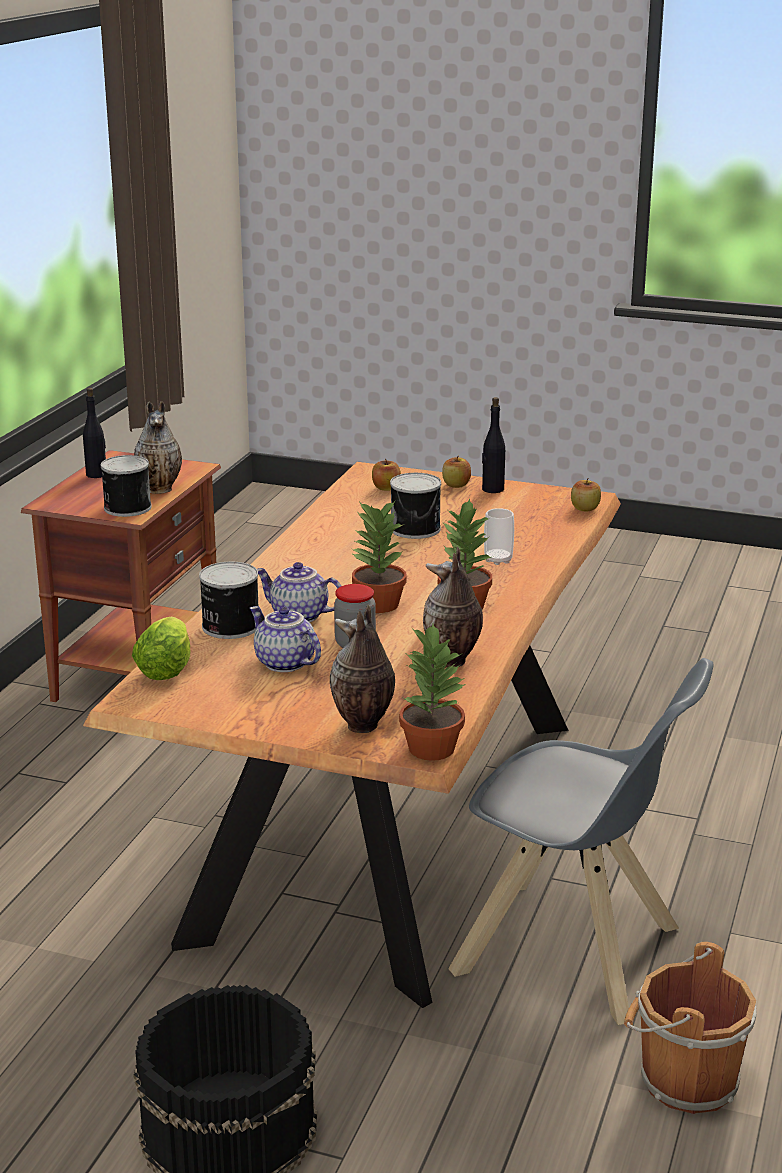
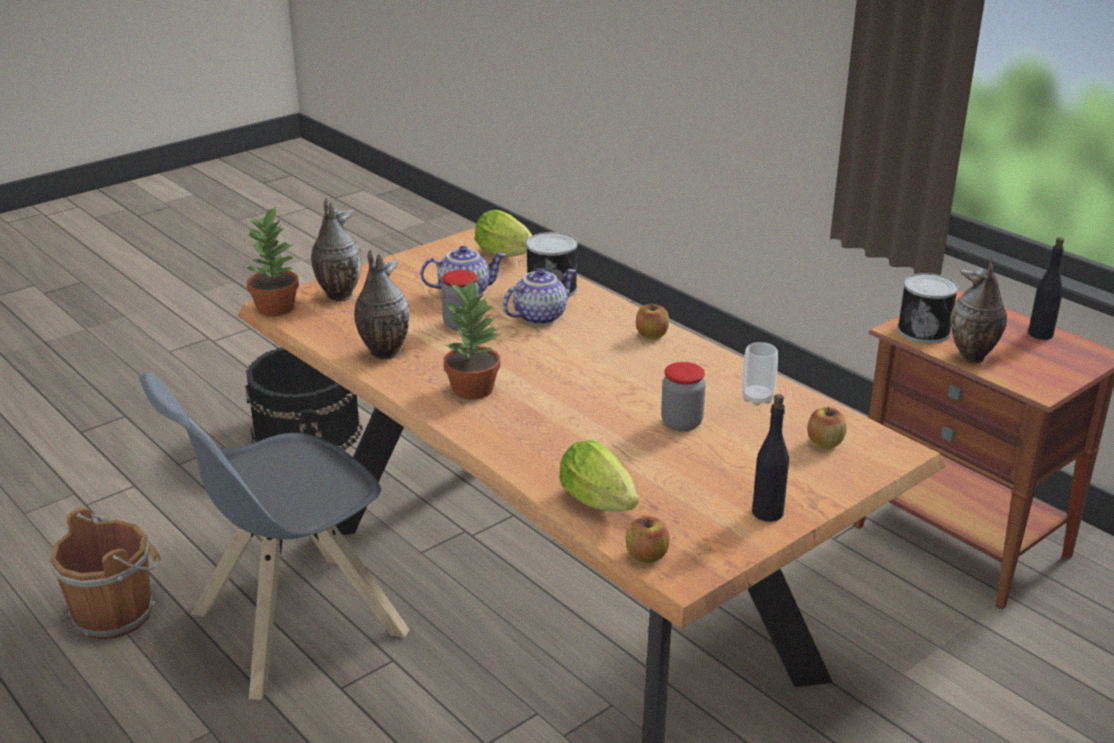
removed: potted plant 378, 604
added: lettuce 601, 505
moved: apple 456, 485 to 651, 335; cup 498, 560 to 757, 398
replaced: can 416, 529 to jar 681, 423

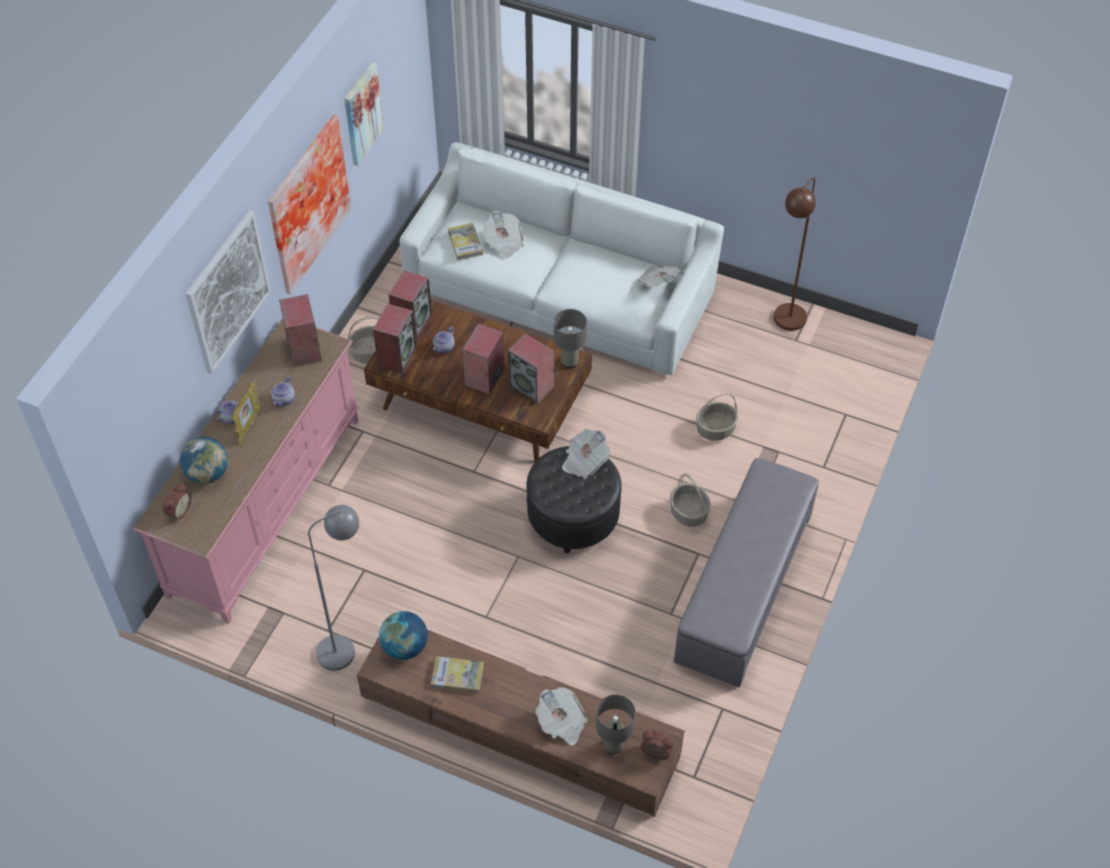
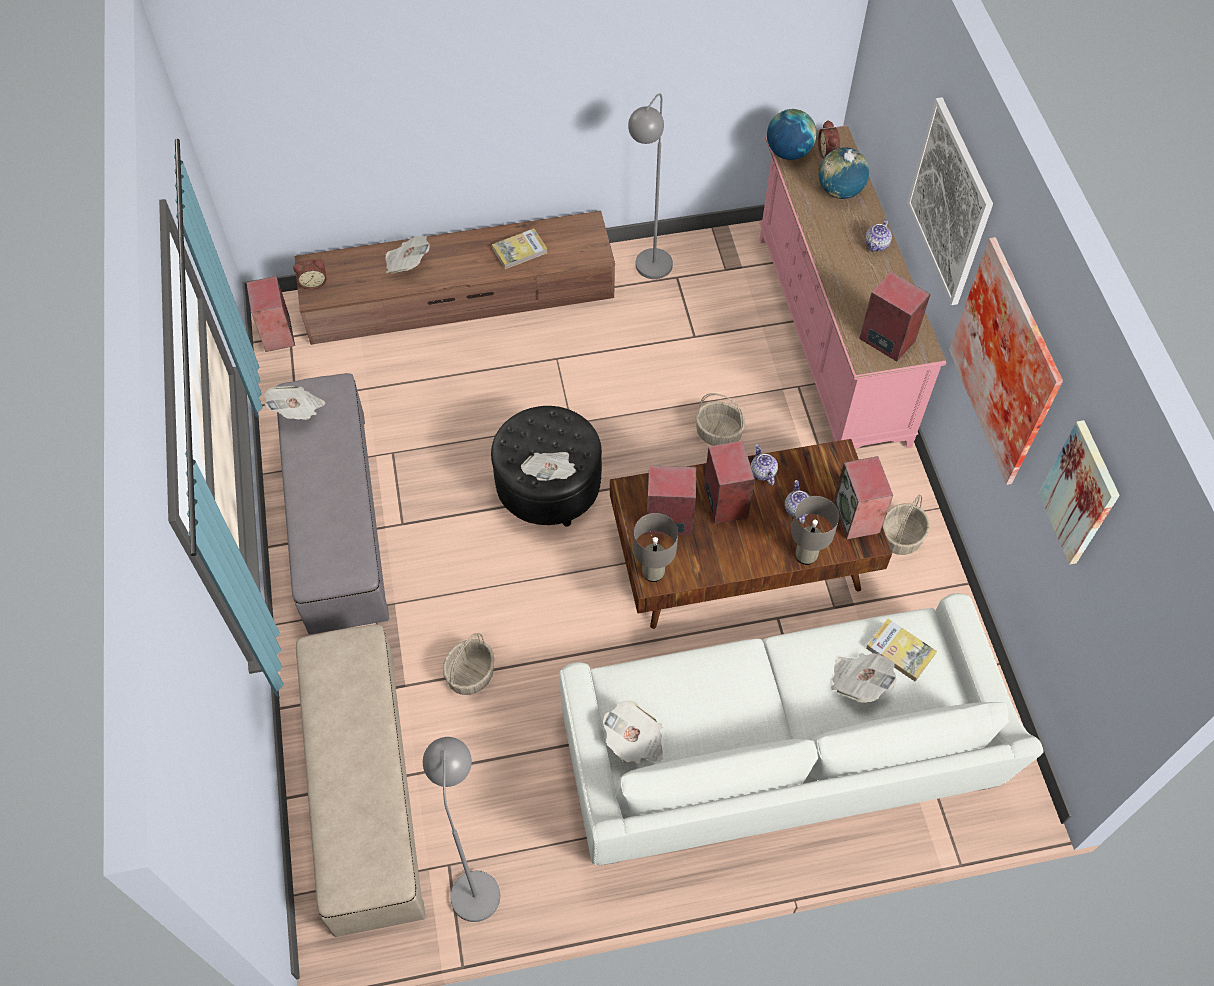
removed: picture frame 249, 426
added: newspaper 297, 410; bench (beige) 364, 787
moved: teapot 284, 399 to 762, 472; speaker 397, 356 to 278, 334; globe 405, 647 to 788, 152; table lamp (grey) 613, 745 to 806, 556; basket 689, 513 to 718, 433
recoloured: floor lamp (brown) 785, 325 to floor lamp (grey) 475, 881

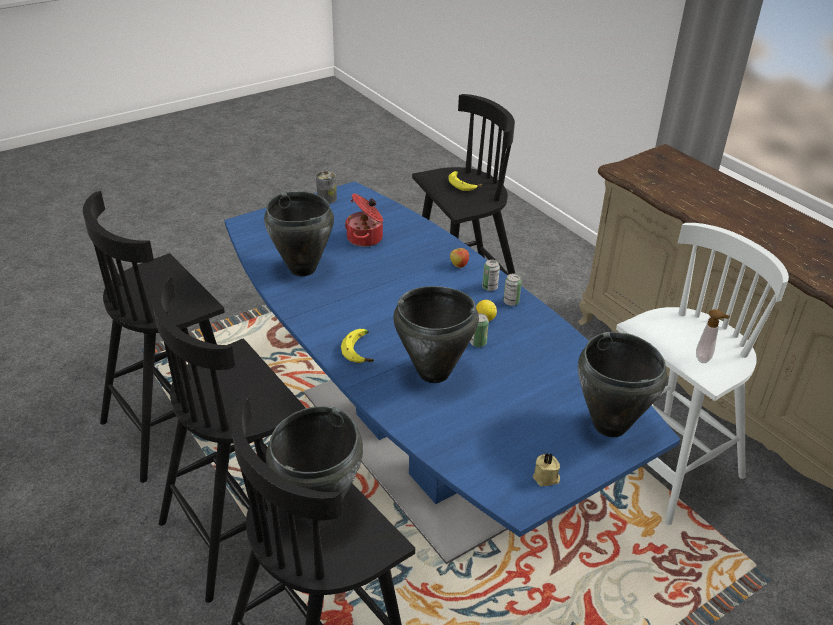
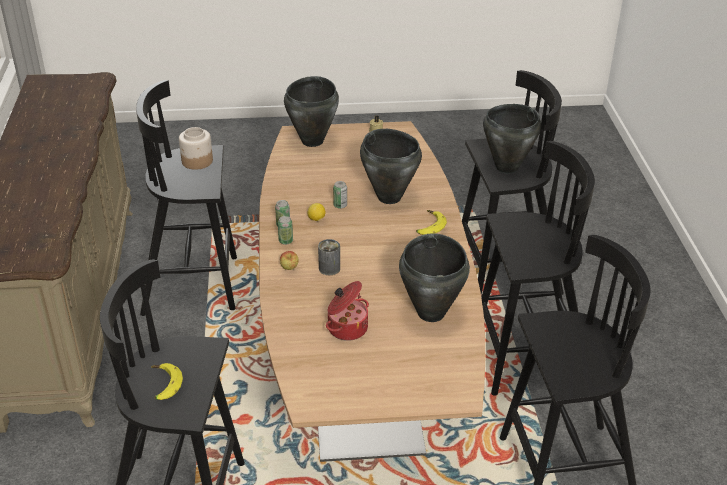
moved: can 327, 199 to 329, 268
replaced: soap dispenser 704, 359 to jar 197, 161
recoloured: dining table (blue) 413, 450 to dining table (brown) 362, 366; stool (white) 663, 469 to stool (black) 195, 285

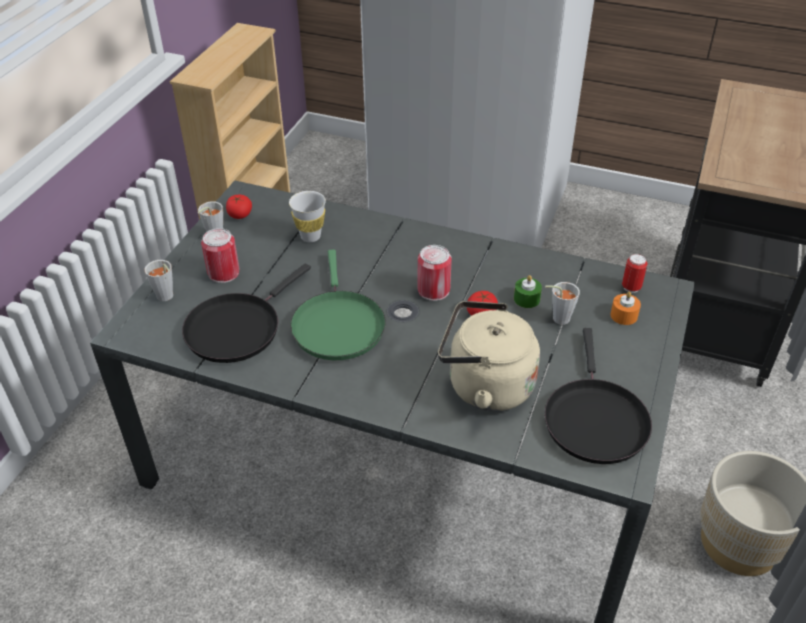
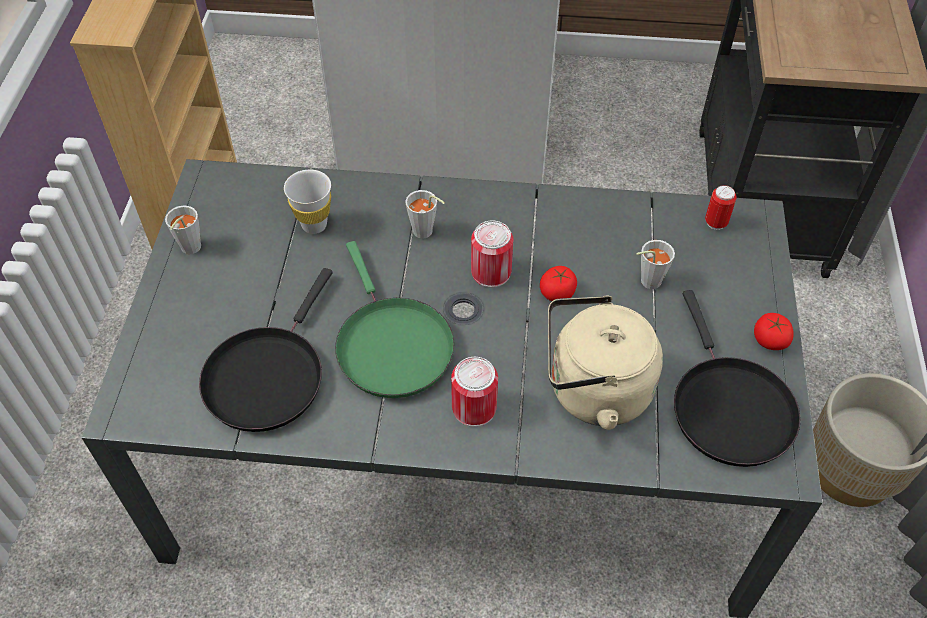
removed: candle (green) 526, 299; candle (orange) 624, 315
moved: cup (grey) 166, 298 to 426, 233; can 223, 272 to 474, 408; tomato 240, 214 to 770, 340

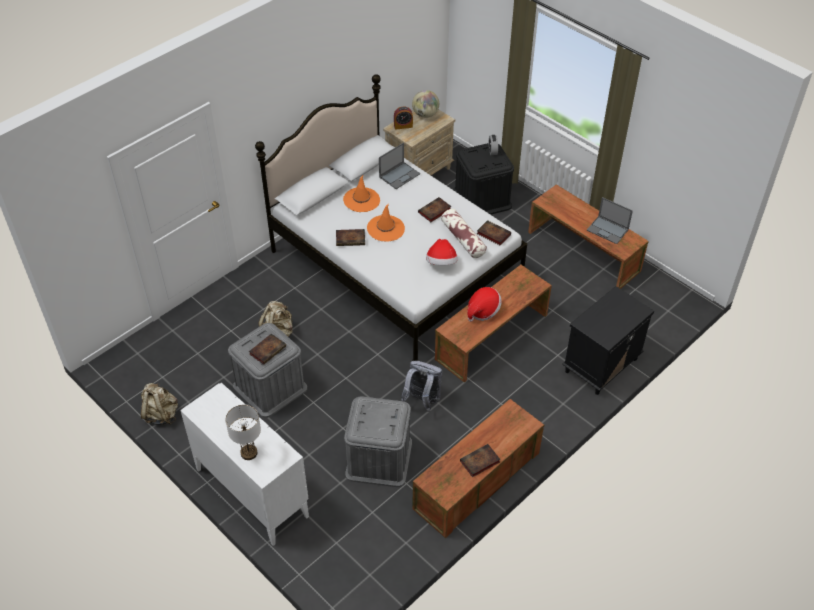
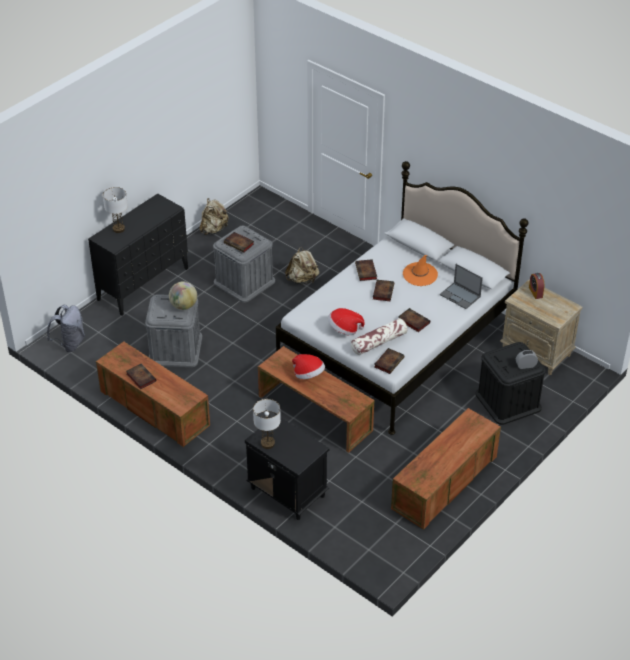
removed: laptop 608, 230
added: table lamp 267, 443
moved: backpack (grey) 422, 400 to 70, 344; globe 425, 114 to 183, 306
replaced: hat (orange) 386, 228 to book 383, 291
recoloured: dresser (white) 252, 491 to dresser (black) 144, 284

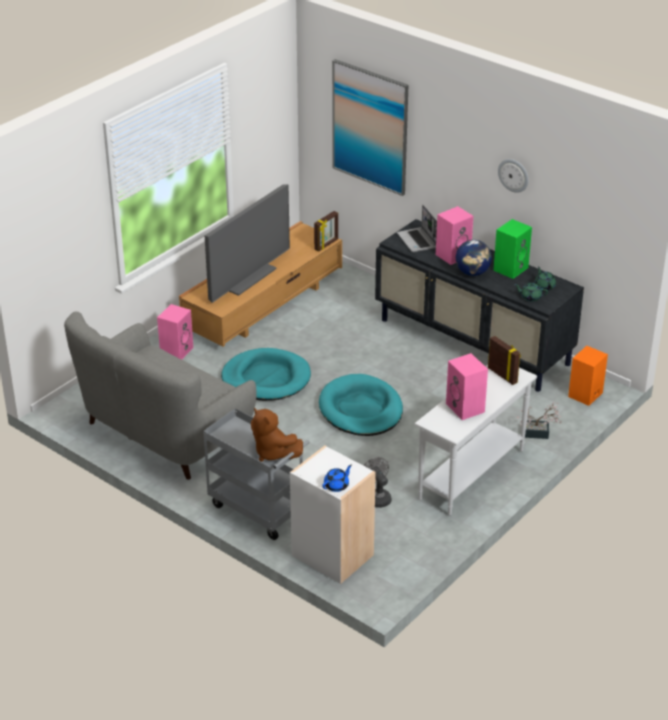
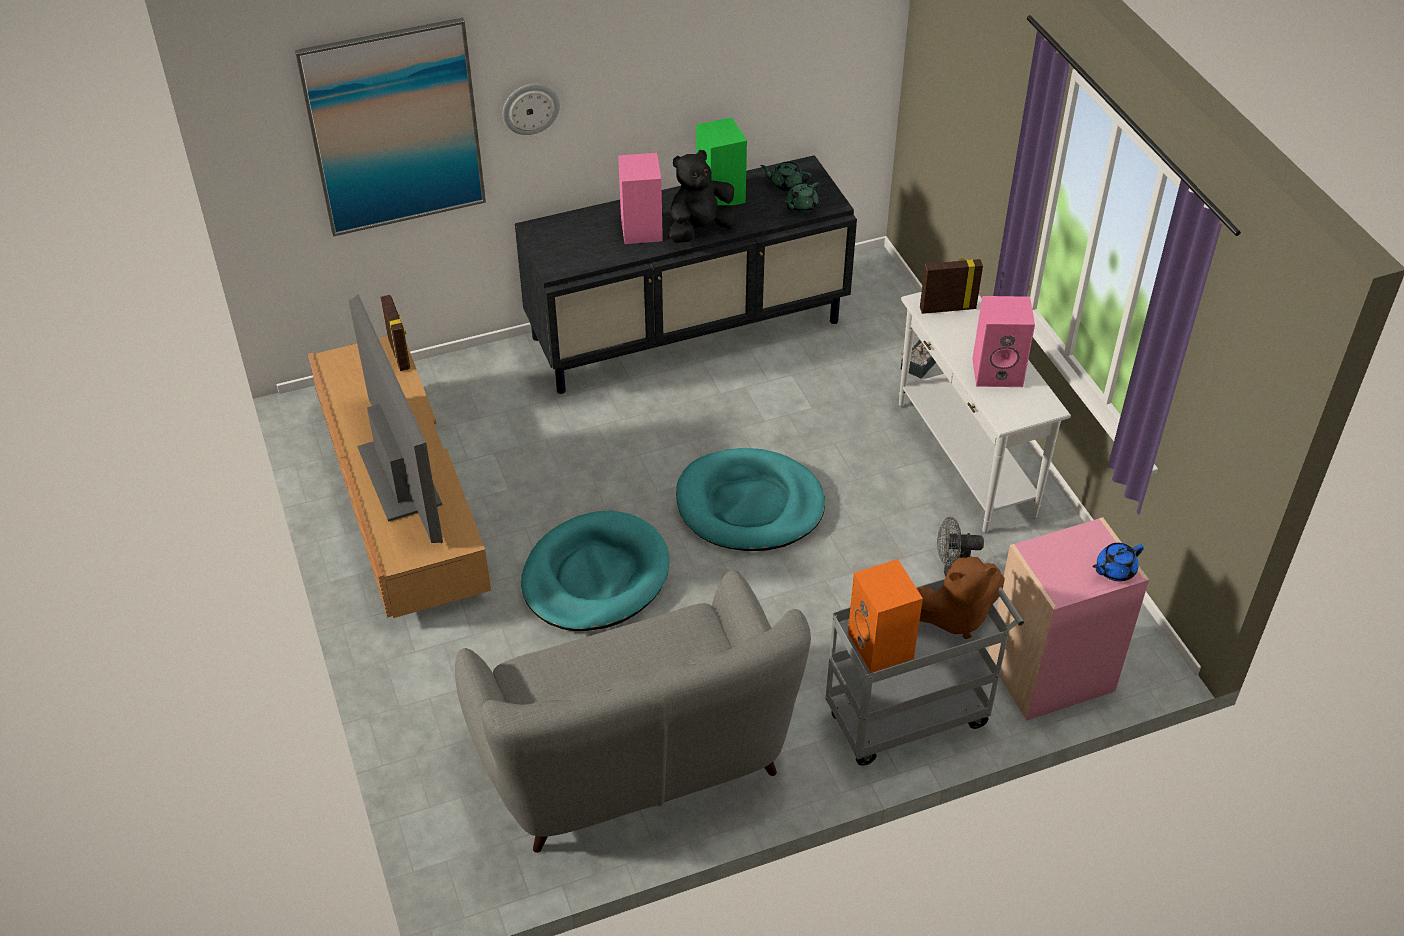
removed: speaker (pink) 176, 351; laptop 418, 241
moved: wall clock 513, 175 to 530, 108; speaker (orange) 585, 395 to 882, 647
replaced: globe 472, 273 to plush toy (black) 700, 230
recoloured: bookcase (white) 331, 555 to bookcase (pink) 1050, 675
turned: teapot (blue) 337, 485 = 1114, 570 105 degrees counterclockwise

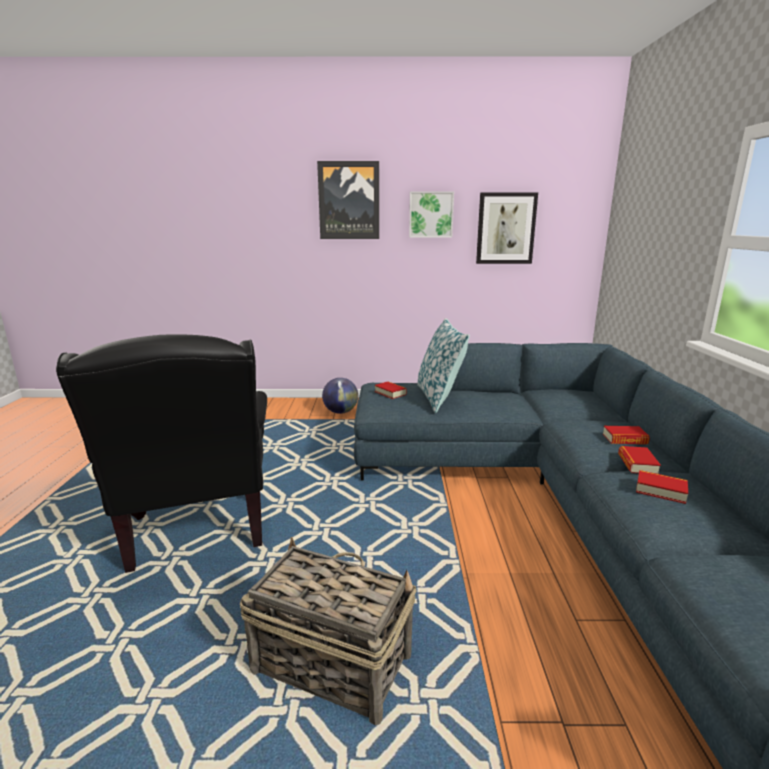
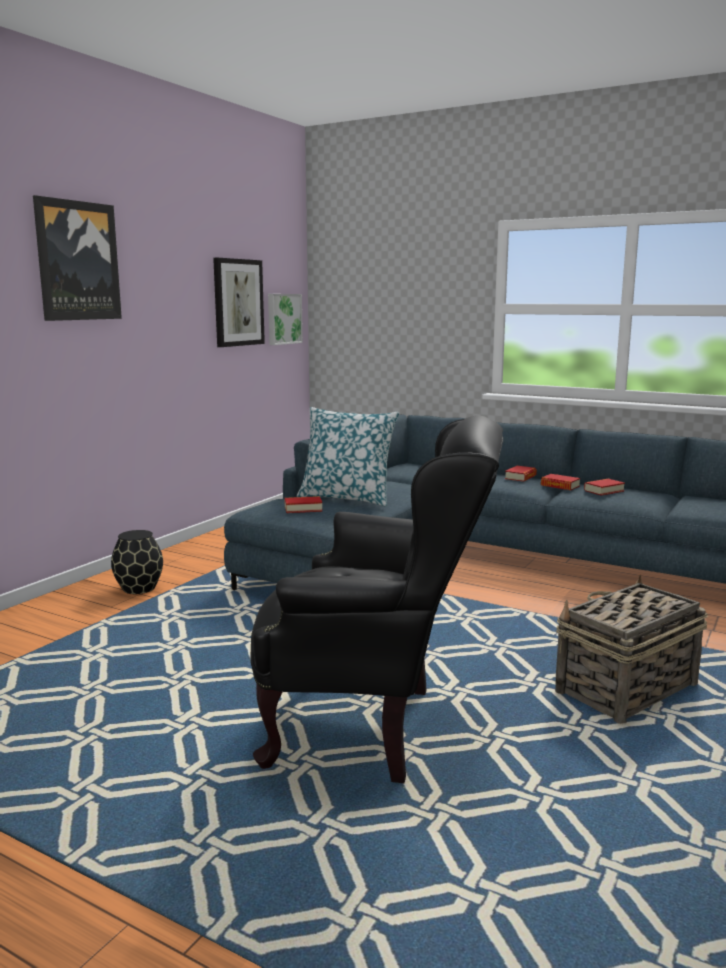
moved: picture 431, 214 to 283, 319
replaced: globe 340, 412 to vase (black) 138, 588

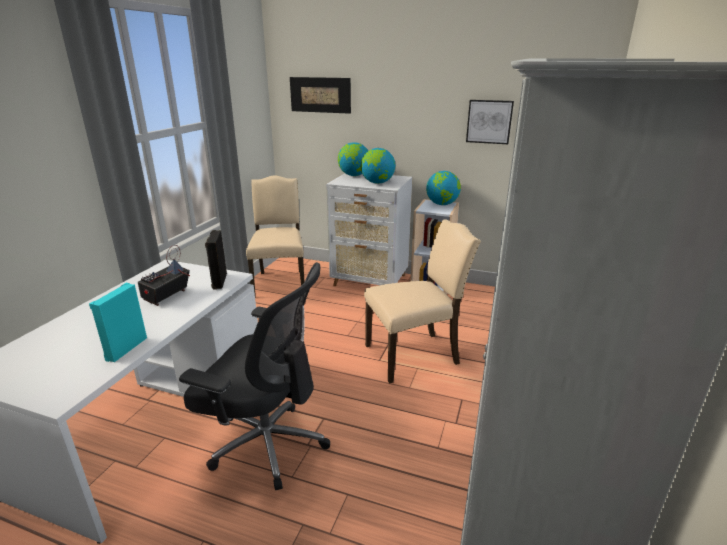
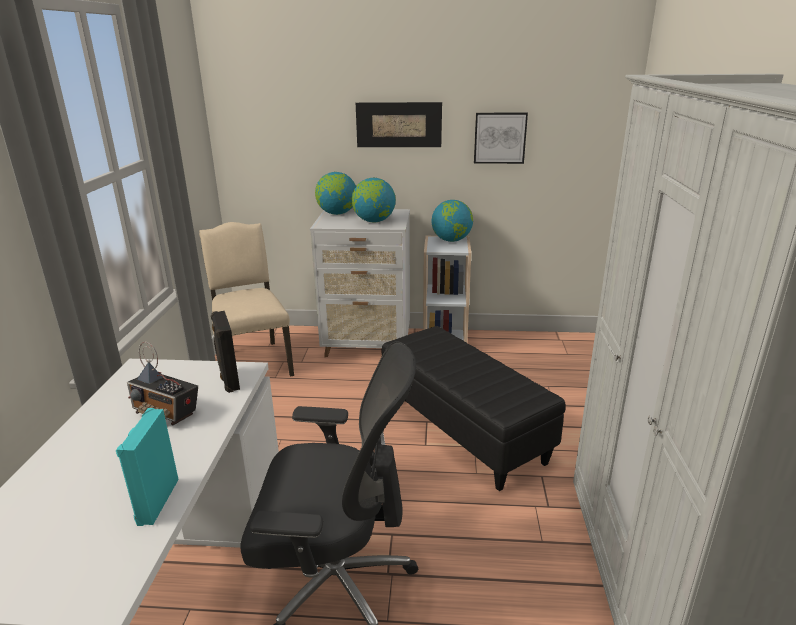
moved: picture 320, 95 to 399, 125
replaced: chair (beige) 414, 355 to ottoman (black) 464, 431
turned: radio 166, 296 = 167, 413 75 degrees counterclockwise

